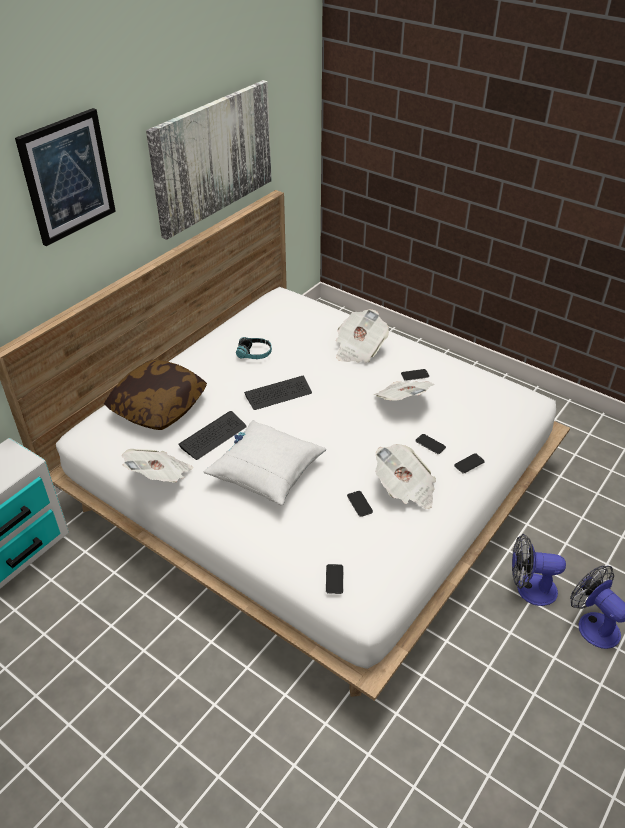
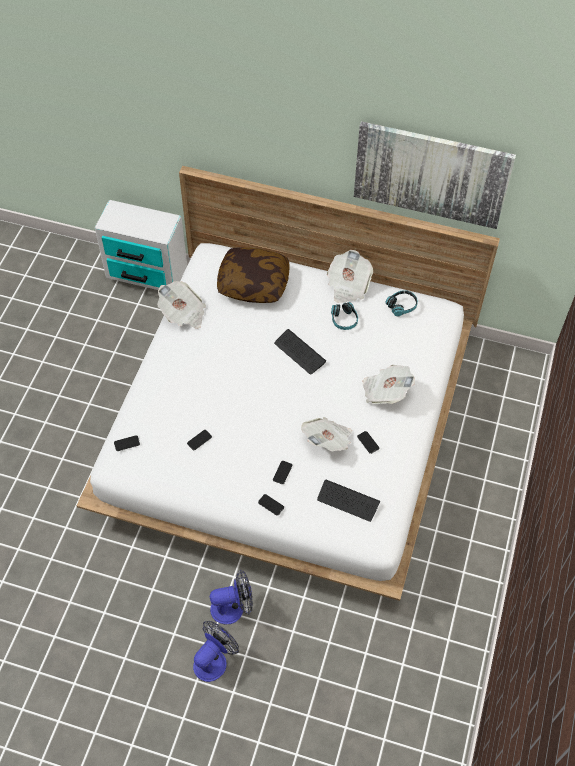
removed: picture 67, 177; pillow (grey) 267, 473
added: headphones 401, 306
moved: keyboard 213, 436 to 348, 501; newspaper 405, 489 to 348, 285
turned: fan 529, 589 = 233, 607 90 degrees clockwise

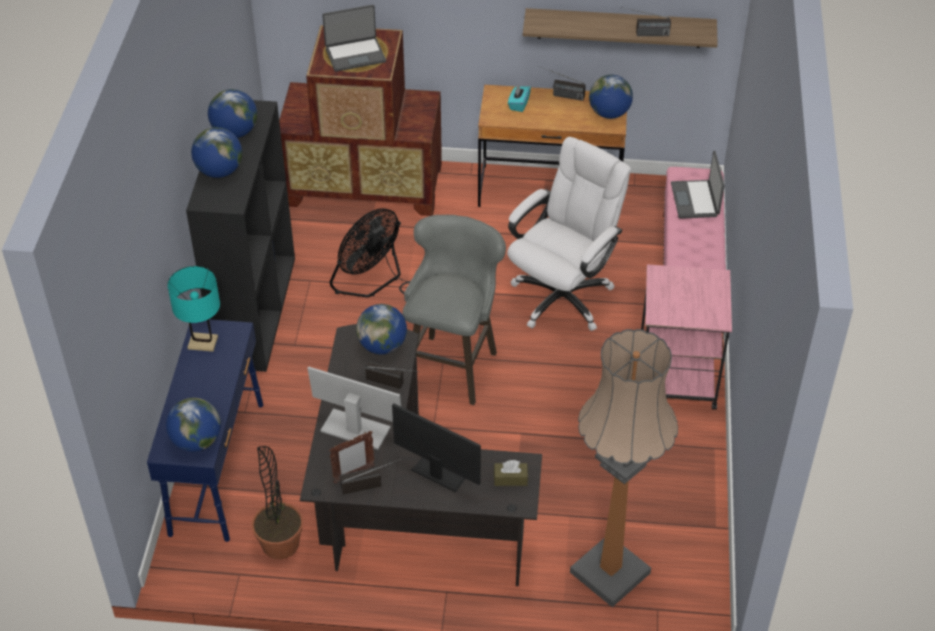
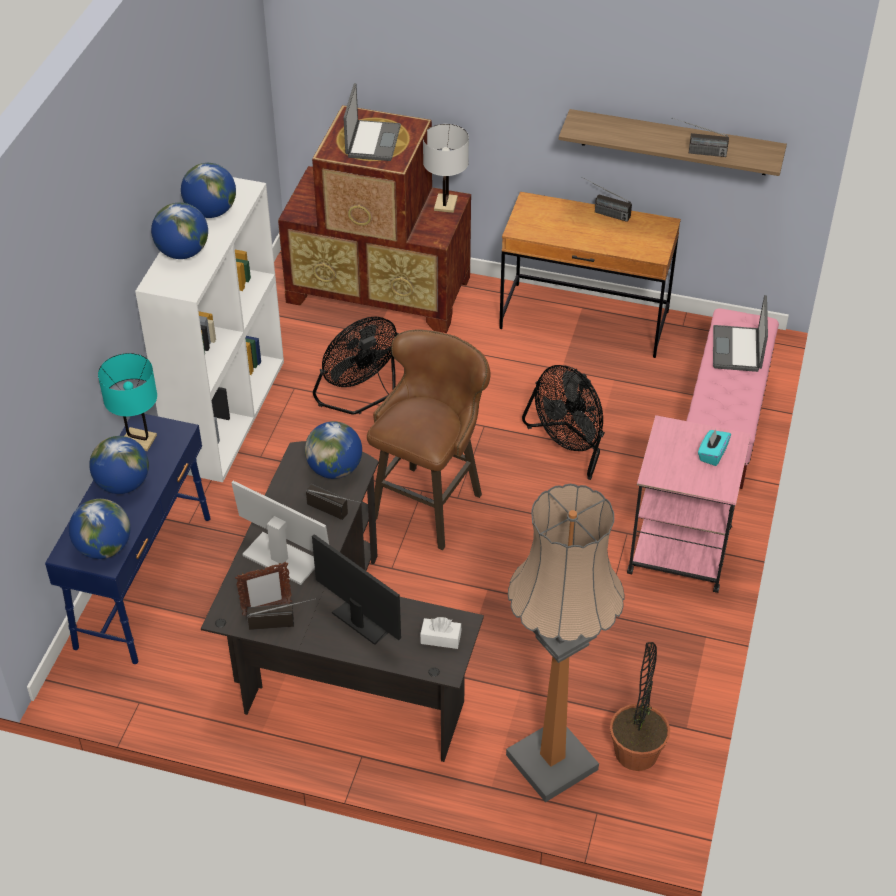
added: table lamp (white) 445, 204
moved: potted plant 280, 544 to 636, 752; tissue box (turquoise) 518, 104 to 712, 454; globe 609, 113 to 123, 484
replaced: office chair (white) 562, 297 to fan (black) 570, 442
recoloured: bookcase (black) 255, 310 to bookcase (white) 227, 413; stool (grey) 453, 366 to stool (brown) 429, 503; tissue box (brown) 510, 478 to tissue box (white) 440, 638
turned: laptop 355, 54 = 372, 141 75 degrees counterclockwise

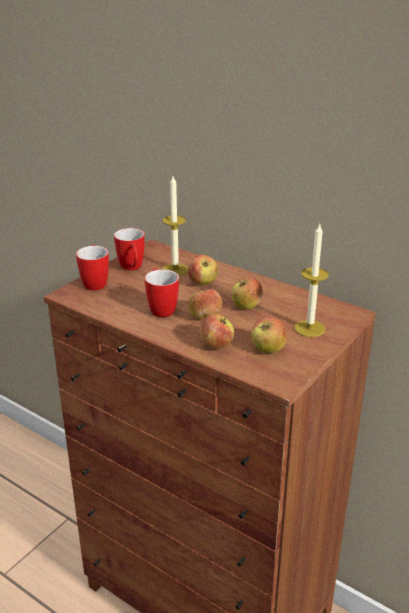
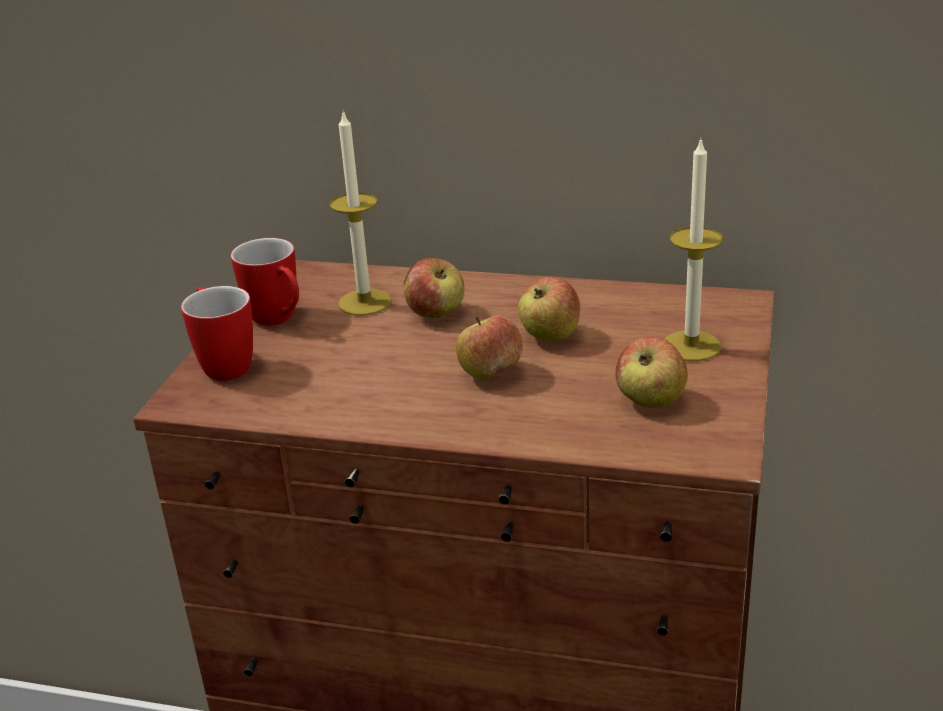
removed: mug 161, 308; apple 216, 345

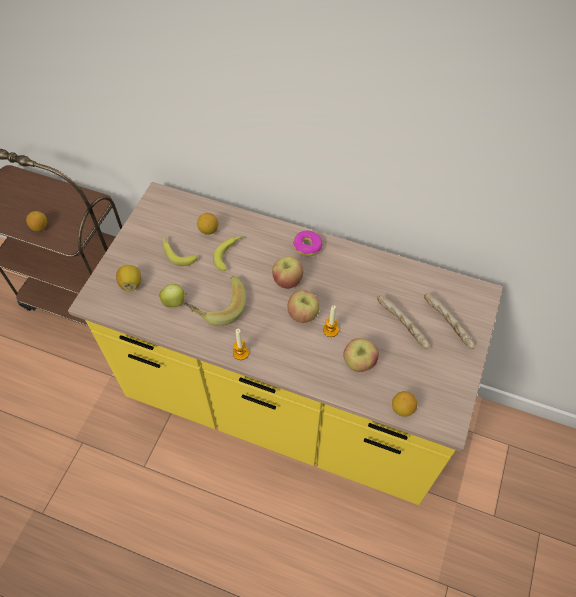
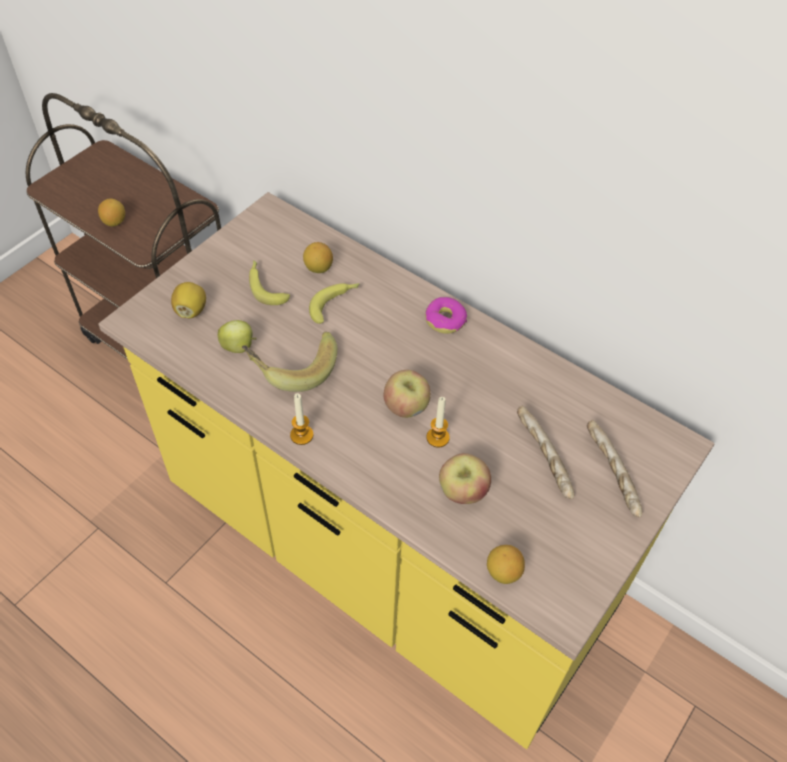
removed: apple 287, 280

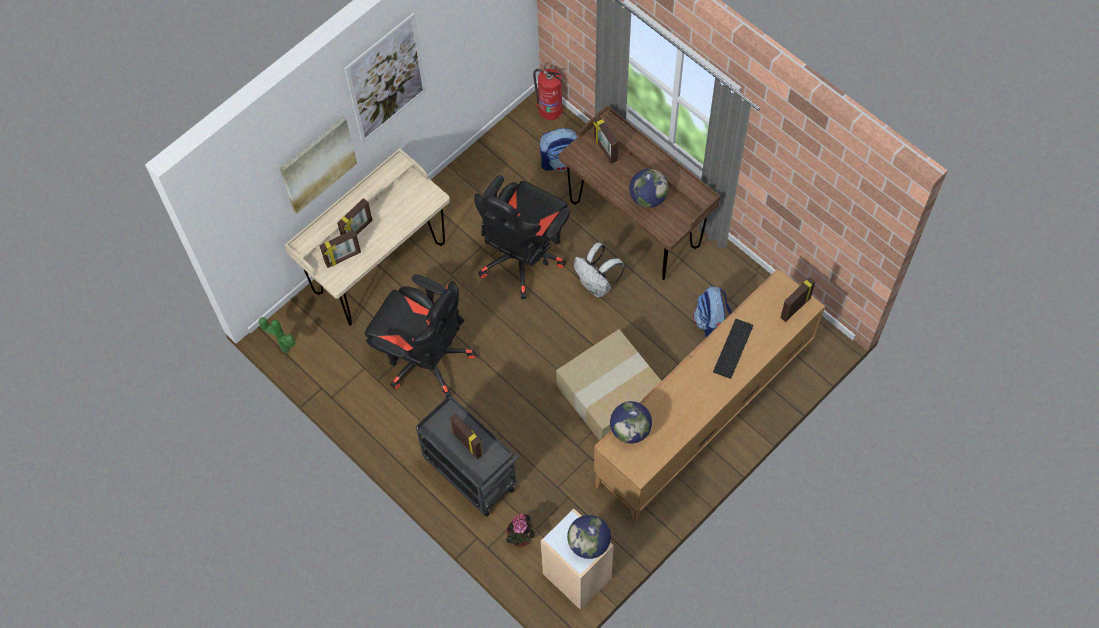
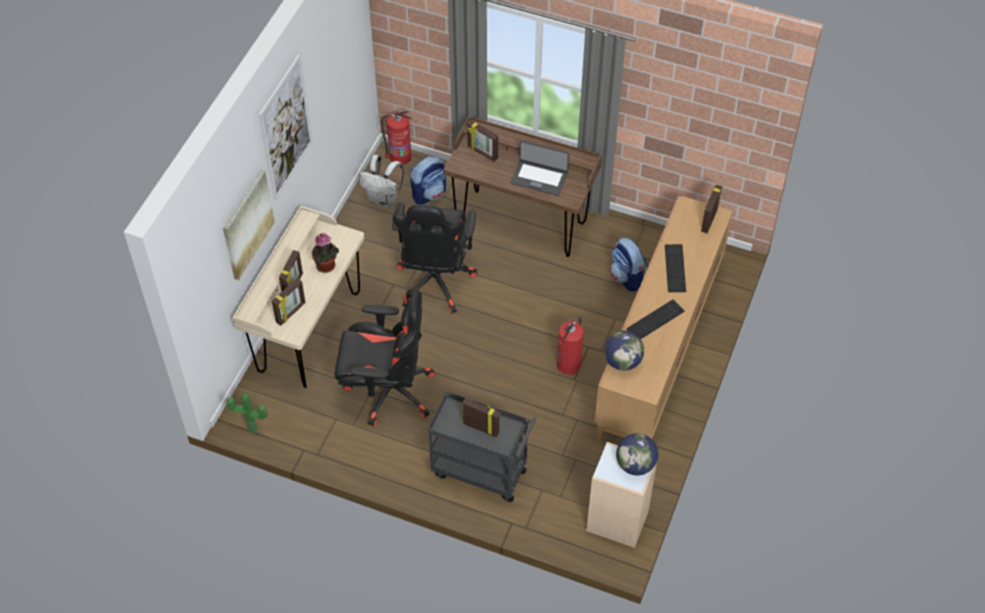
added: keyboard 655, 321
moved: potted plant 521, 539 to 327, 266; backpack (white) 597, 285 to 384, 198
replaced: cardboard box 609, 395 to fire extinguisher 569, 364; globe 648, 198 to laptop 539, 178

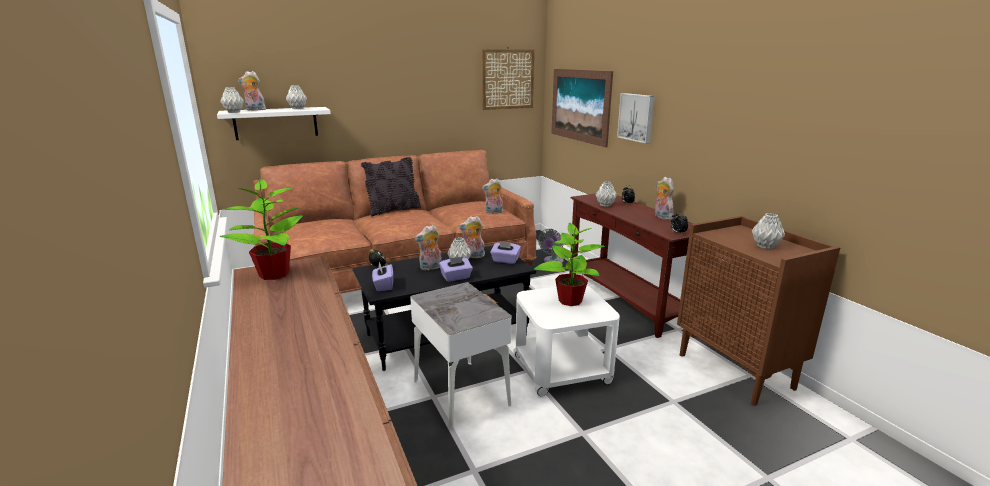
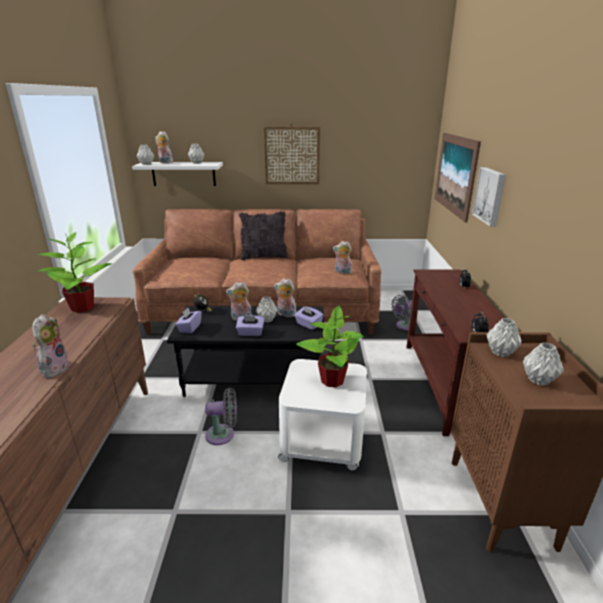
moved: picture 508, 78 to 292, 154; vase (grey) 605, 205 to 499, 352; plush toy 661, 217 to 54, 368
replaced: side table 461, 391 to fan (grey) 223, 434

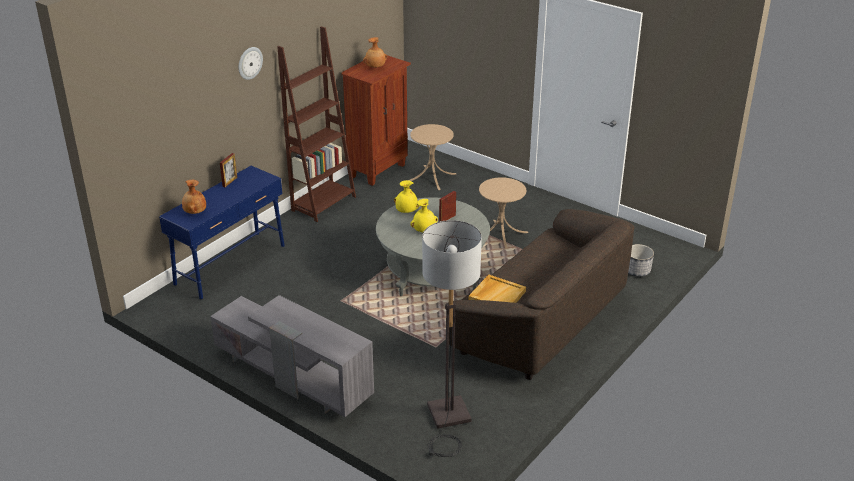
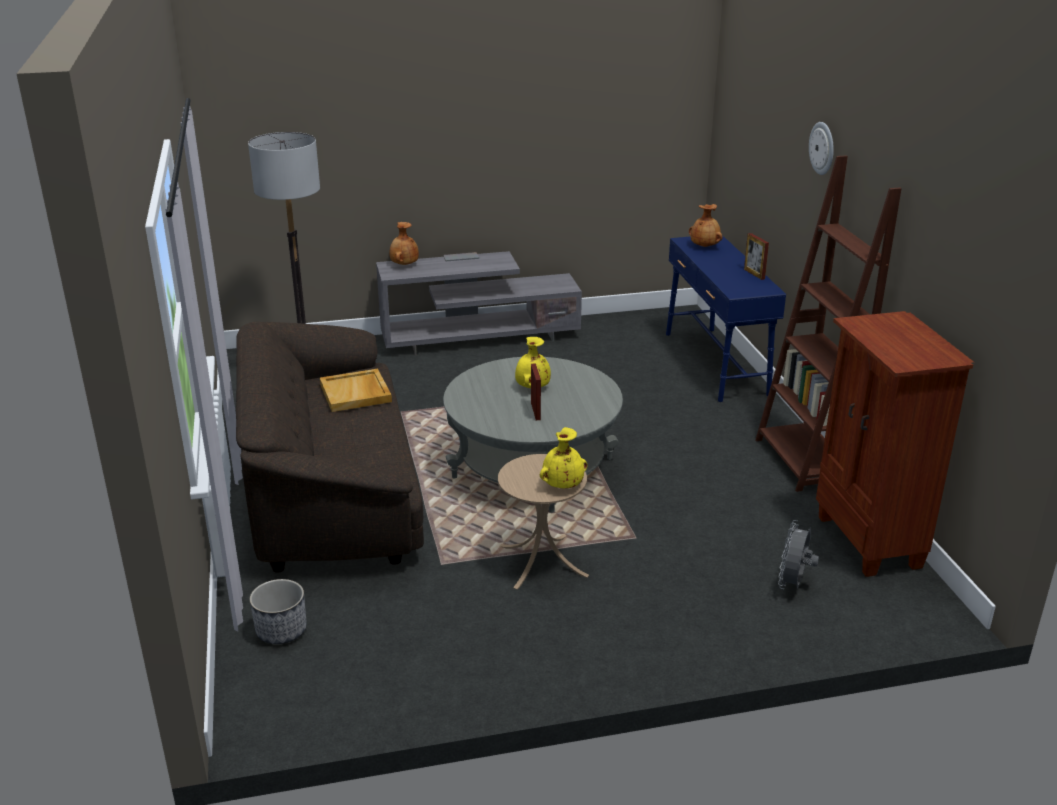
moved: vase (brown) 375, 67 to 404, 264; vase (yellow) 406, 211 to 562, 485
replaced: side table (beige) 431, 177 to fan (grey) 793, 584

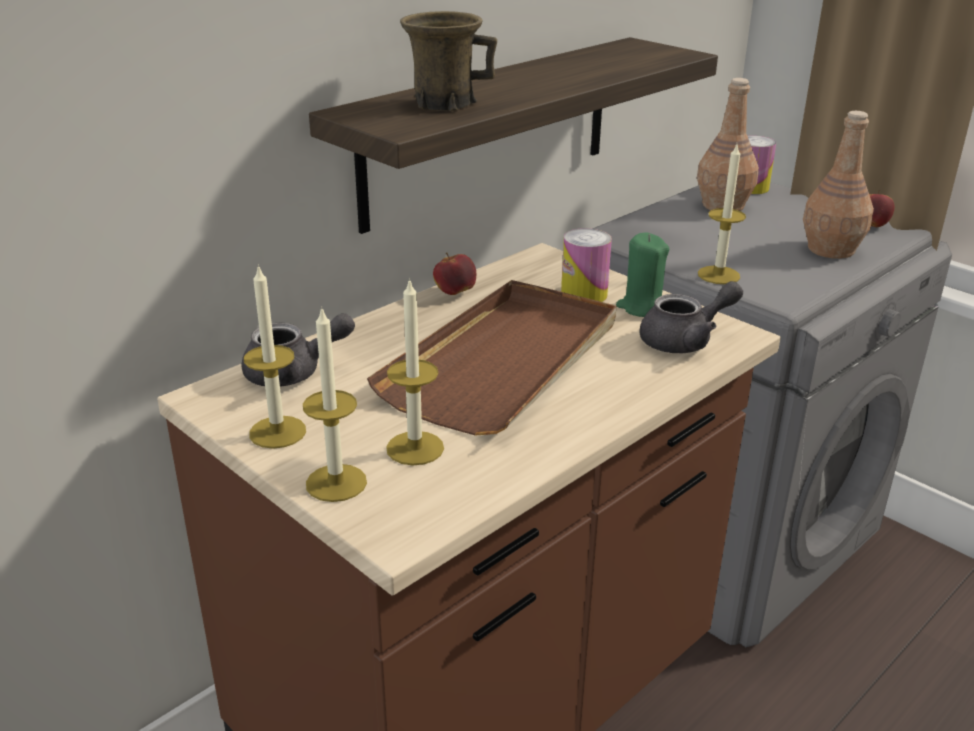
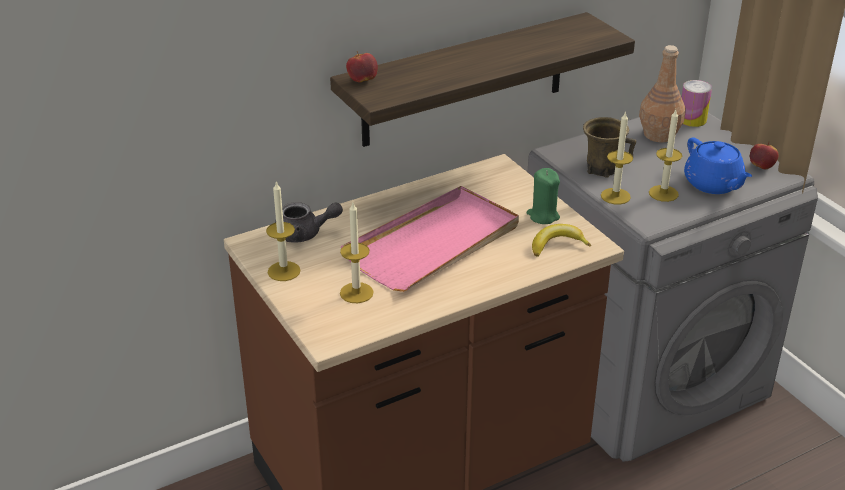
removed: can 584, 294
moved: candle 336, 483 to 663, 193; mug (brown) 443, 103 to 602, 168; apple 455, 292 to 362, 81
replaced: teapot (grey) 685, 341 to banana 557, 245; bottle (brown) 830, 249 to teapot (blue) 713, 184
recoloured: tray (brown) 505, 361 to tray (pink) 434, 244

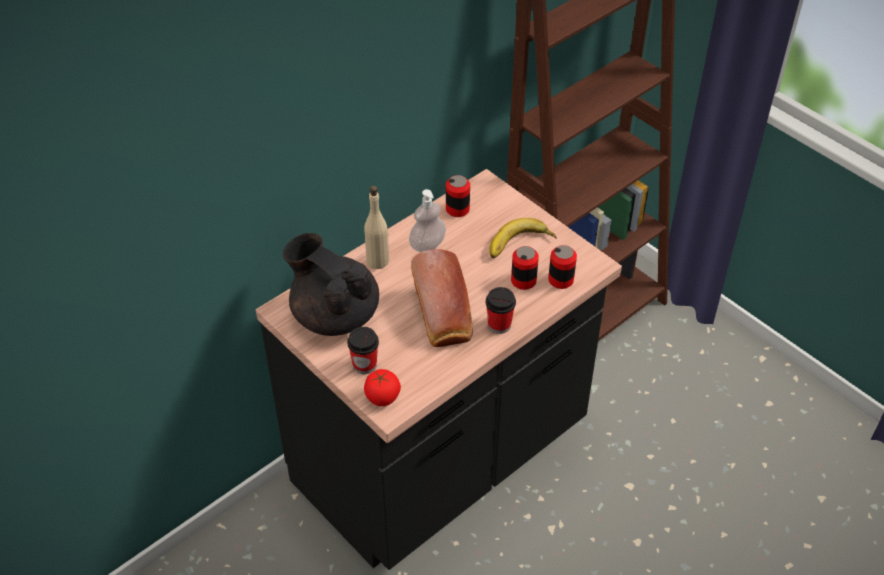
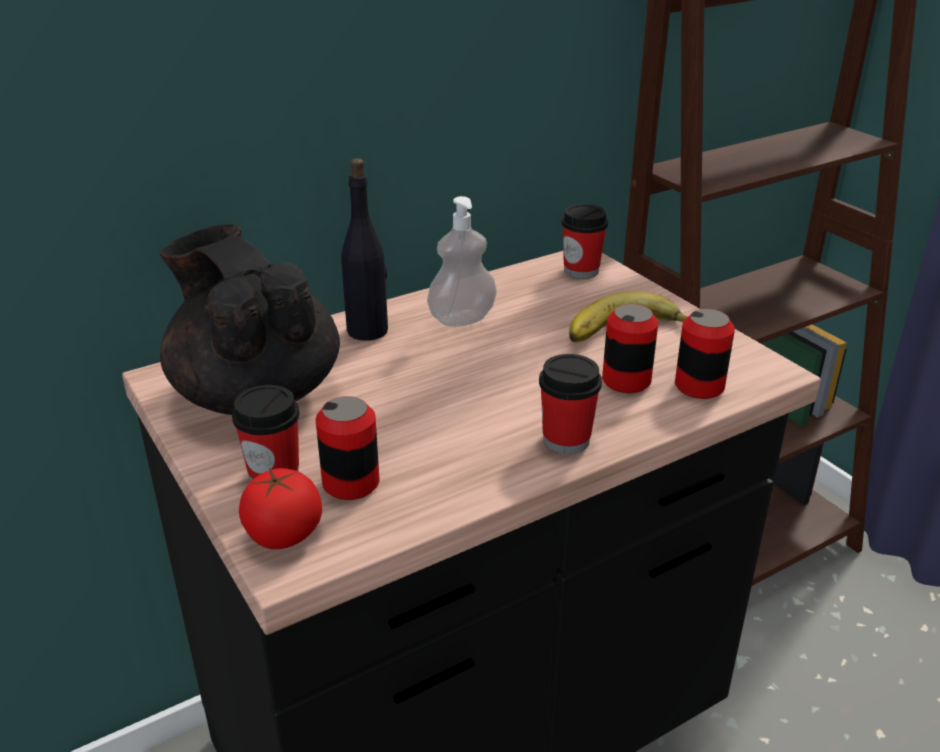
removed: bread 443, 315
added: cup 581, 271
moved: can 457, 209 to 351, 483
recoloured: bottle (beige) 378, 261 to bottle (black) 368, 330

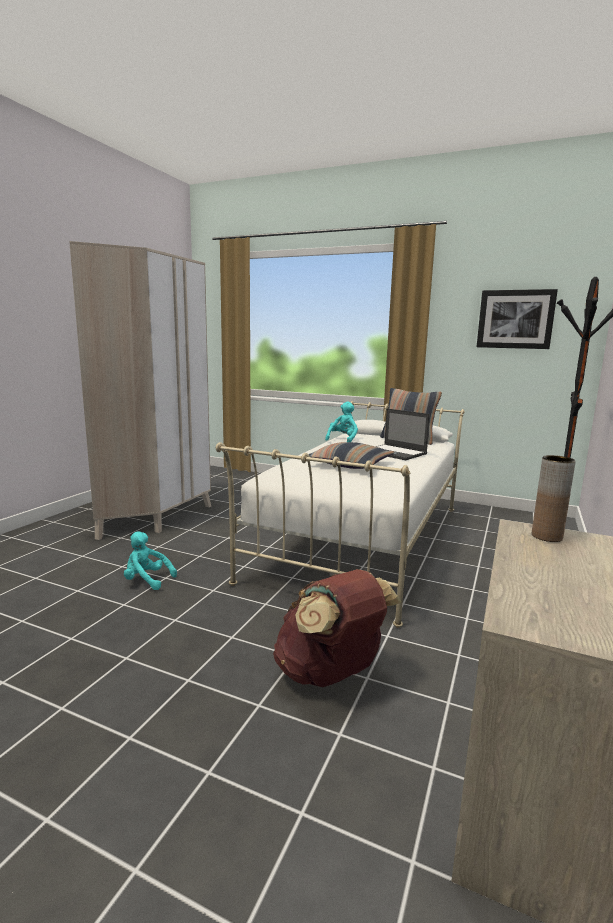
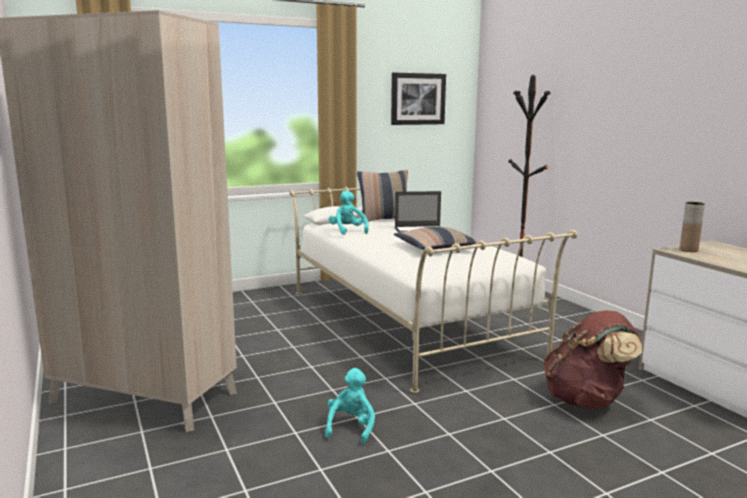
turned: plush toy (turquoise) 147, 580 = 351, 427 135 degrees clockwise

